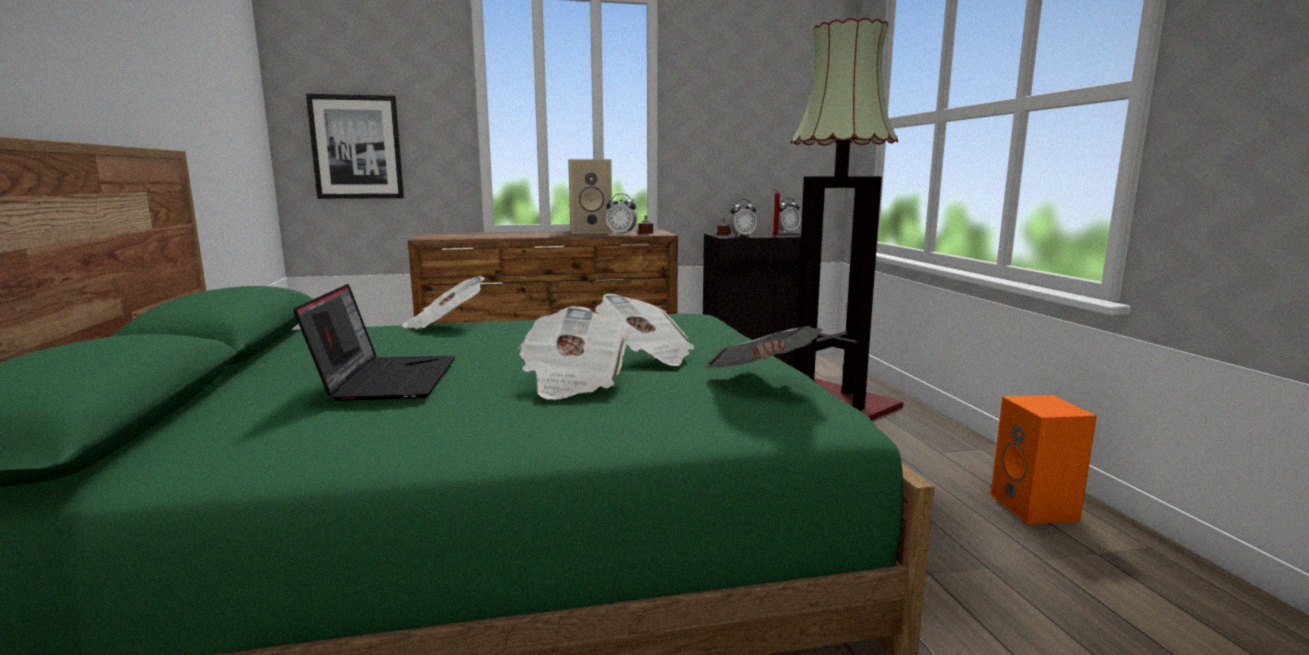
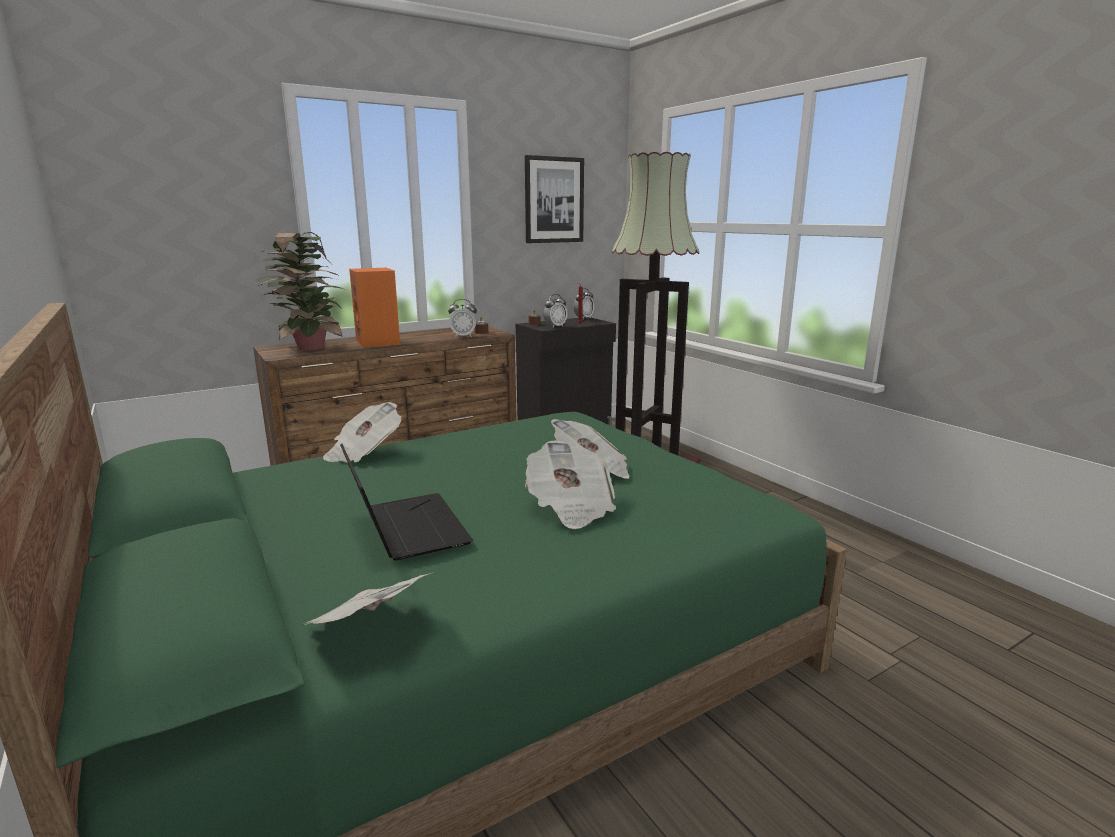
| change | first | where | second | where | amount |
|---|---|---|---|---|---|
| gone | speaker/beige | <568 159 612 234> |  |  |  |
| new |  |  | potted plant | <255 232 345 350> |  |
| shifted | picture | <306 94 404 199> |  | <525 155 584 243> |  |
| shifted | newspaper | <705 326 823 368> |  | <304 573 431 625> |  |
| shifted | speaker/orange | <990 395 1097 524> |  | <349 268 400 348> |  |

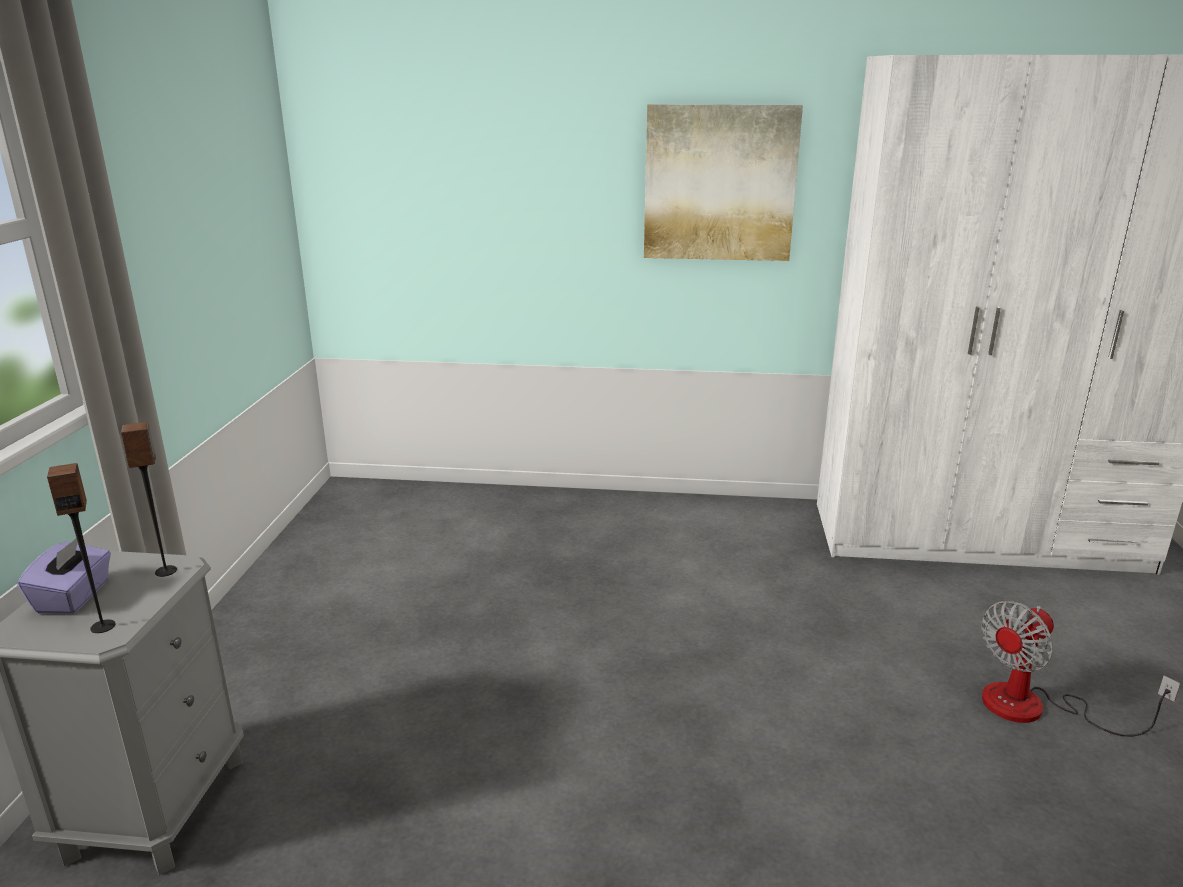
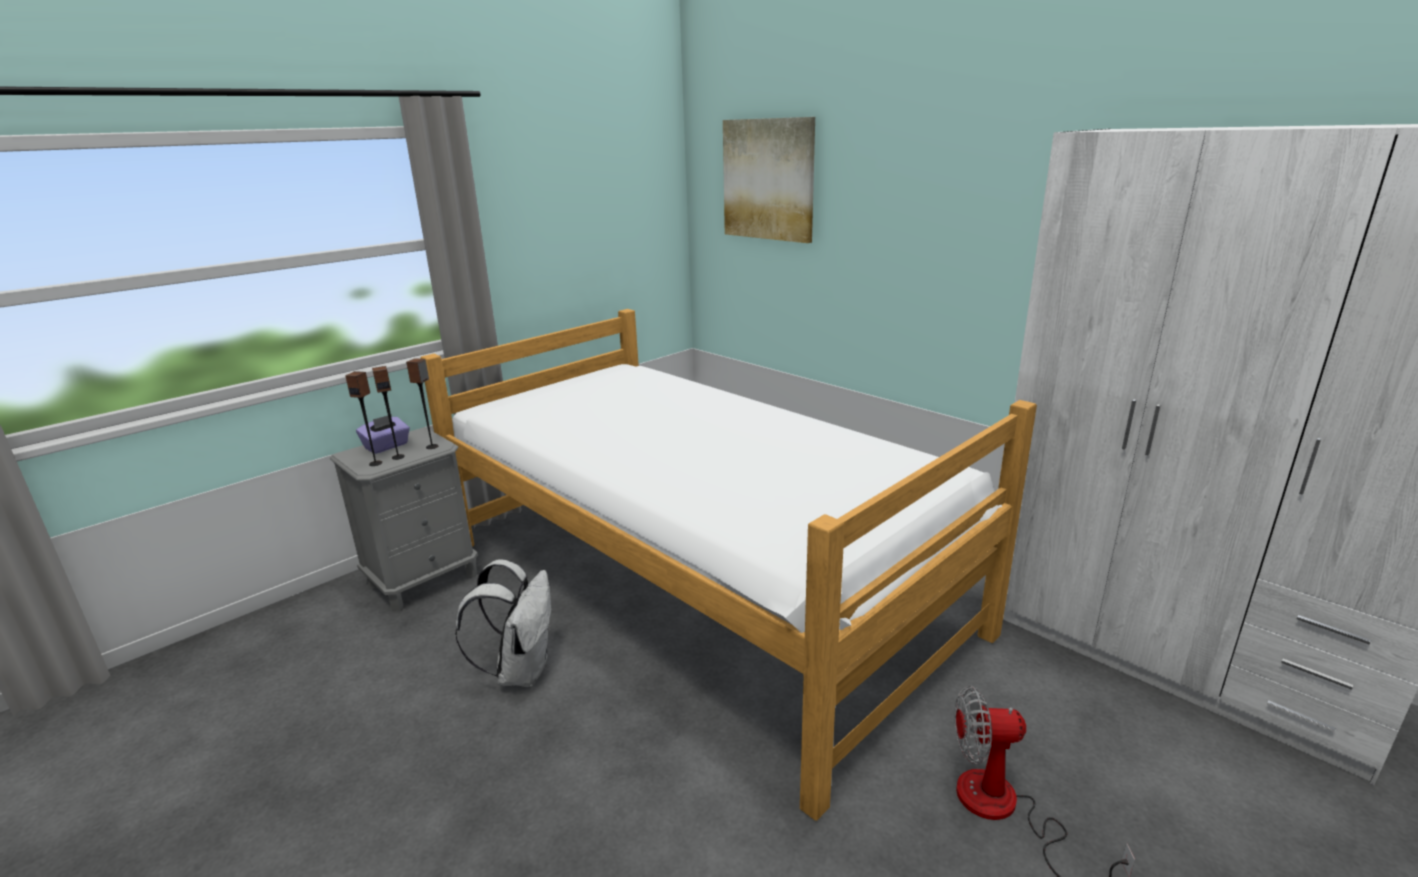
| change | first | where | second | where | amount |
|---|---|---|---|---|---|
| new |  |  | speaker | <372 366 405 460> |  |
| new |  |  | bed | <420 309 1037 821> |  |
| new |  |  | backpack/white | <455 559 551 687> |  |
| shifted | picture | <644 104 803 261> |  | <723 117 815 243> |  |

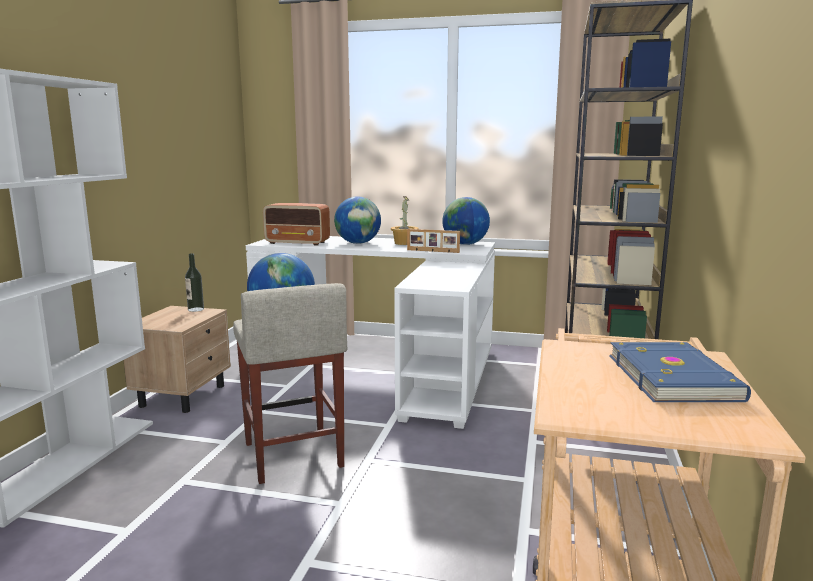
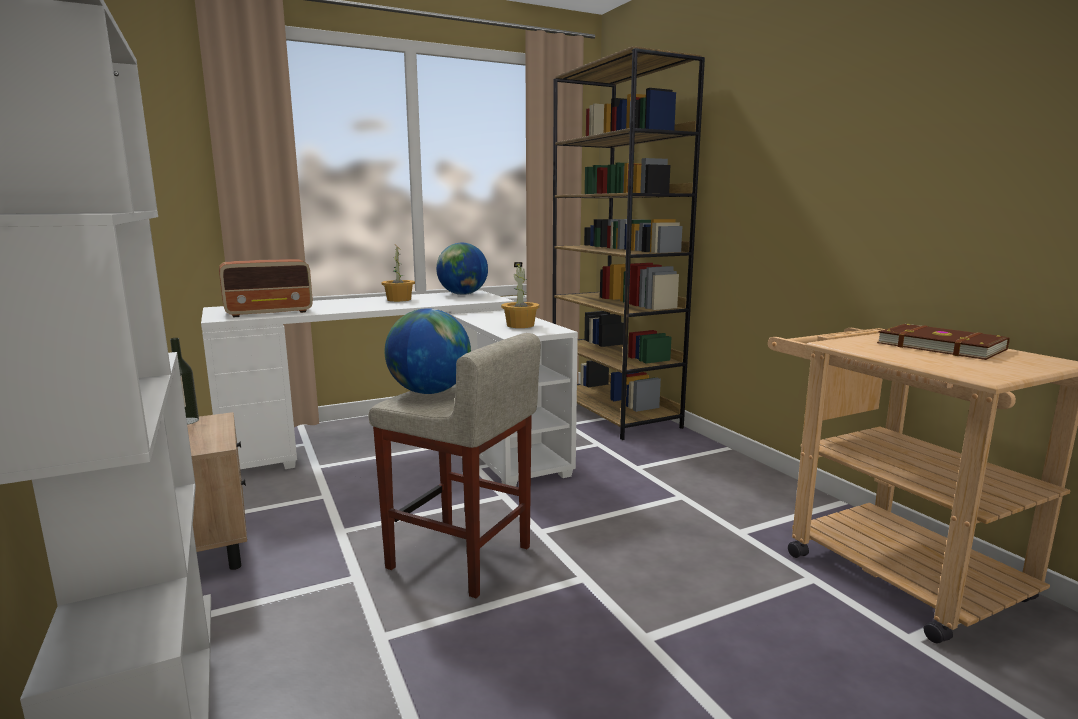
| change | first | where | second | where | amount |
|---|---|---|---|---|---|
| gone | globe | <334 196 381 244> |  |  |  |
| gone | picture frame | <407 229 460 253> |  |  |  |
| new |  |  | potted plant | <501 262 540 328> |  |
| repainted | book/blue | <609 342 751 402> | book/brown | <877 324 1010 360> |  |

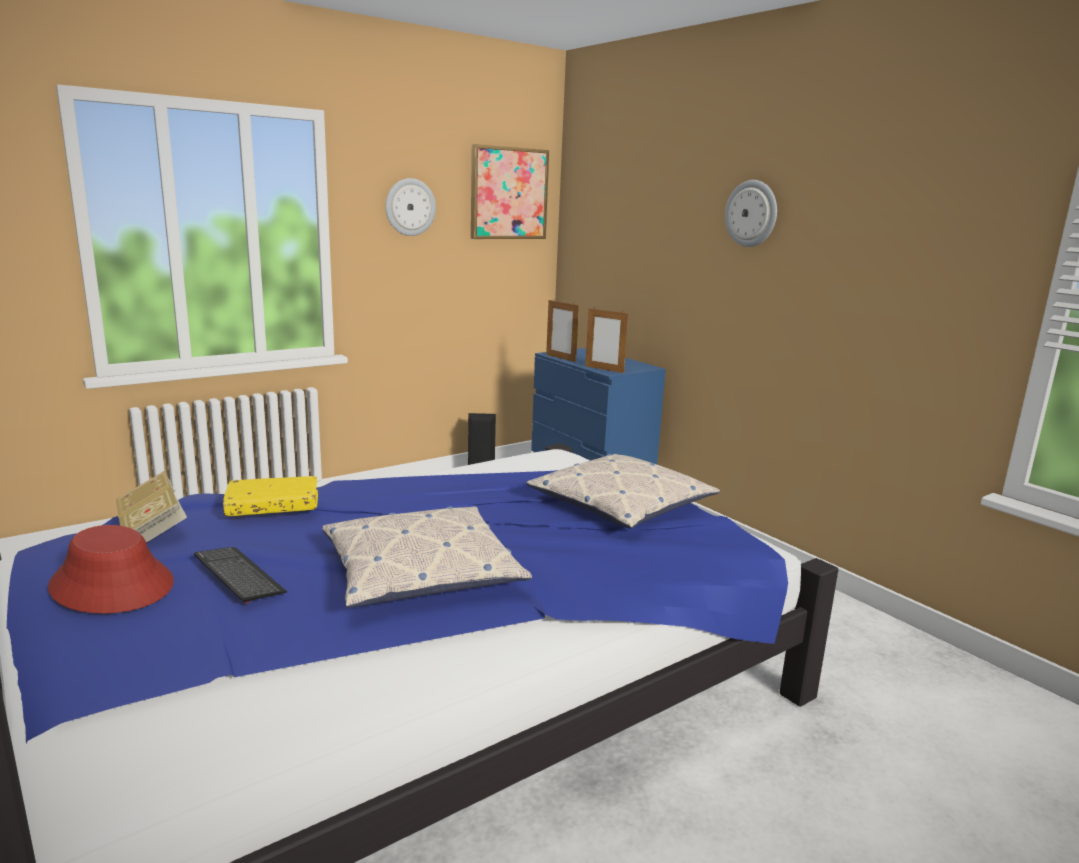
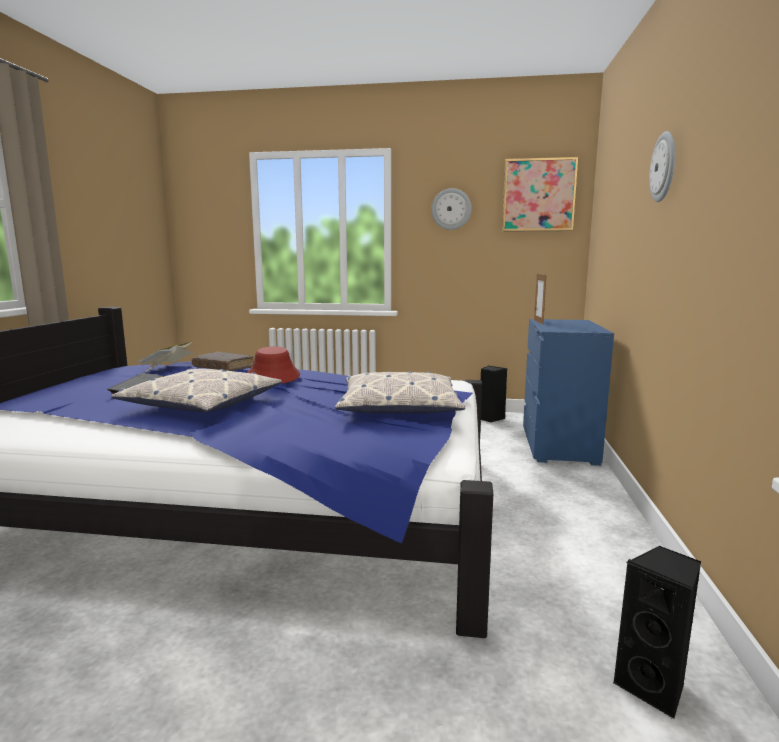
| change | first | where | second | where | amount |
|---|---|---|---|---|---|
| gone | picture frame | <585 307 628 373> |  |  |  |
| new |  |  | speaker/black | <613 545 701 719> |  |
| shifted | hat/red | <48 525 174 614> |  | <247 346 300 384> |  |
| repainted | book/yellow | <223 476 318 516> | book/brown | <192 352 254 371> |  |

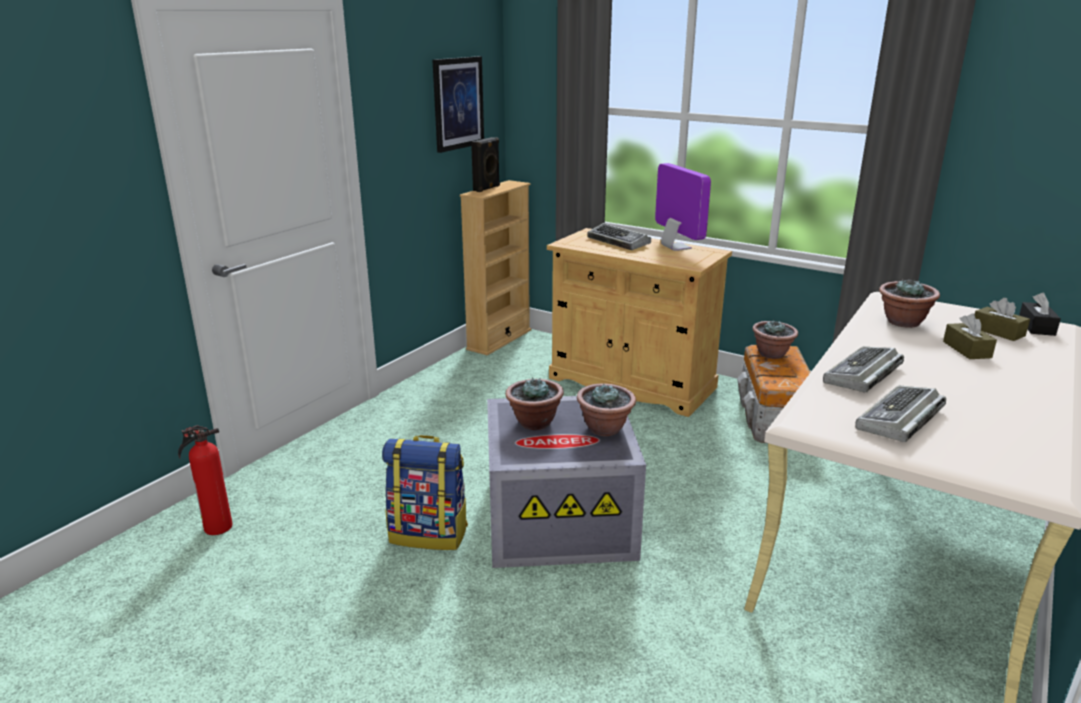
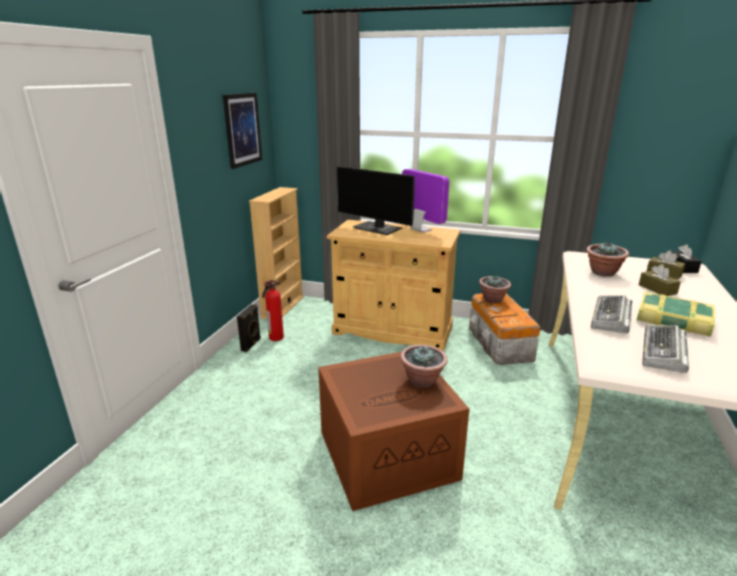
| change | first | where | second | where | amount |
|---|---|---|---|---|---|
| gone | backpack | <382 435 468 550> |  |  |  |
| gone | potted plant | <505 377 564 430> |  |  |  |
| new |  |  | book | <637 292 715 337> |  |
| shifted | fire extinguisher | <178 425 233 535> |  | <262 280 284 341> |  |
| shifted | speaker/black | <471 137 500 192> |  | <237 305 261 352> |  |
| swapped | keyboard | <587 223 651 250> | monitor | <337 166 415 235> |  |
| repainted | storage box/grey | <487 396 646 568> | storage box/brown | <318 352 469 511> |  |

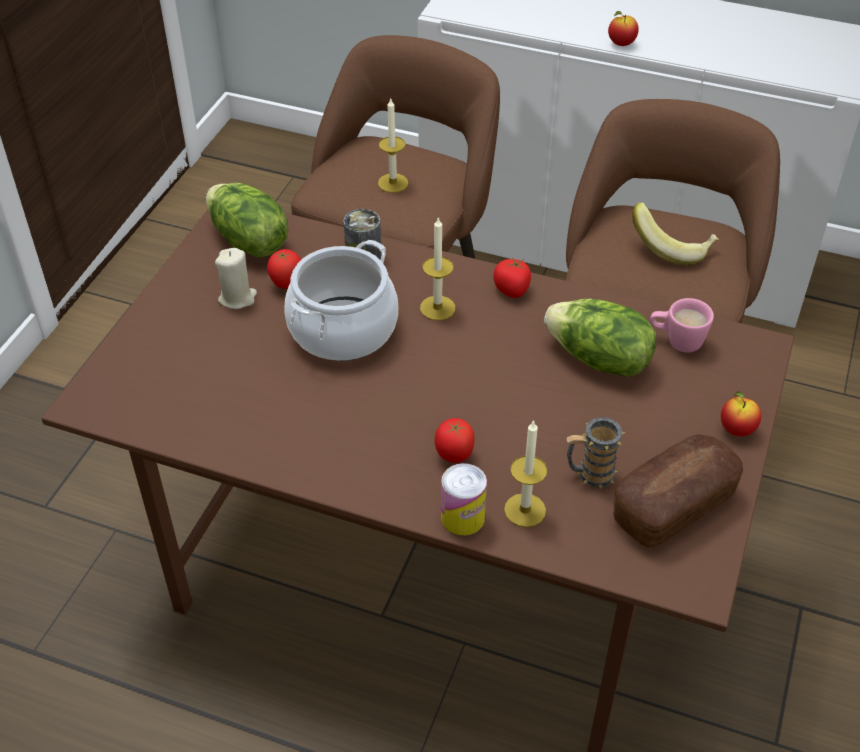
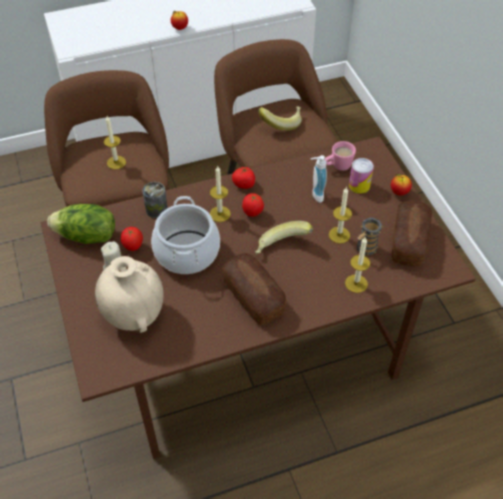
| change | first | where | second | where | amount |
|---|---|---|---|---|---|
| new |  |  | vase/beige | <95 256 164 333> |  |
| new |  |  | bread | <222 253 286 325> |  |
| new |  |  | banana | <255 221 313 254> |  |
| new |  |  | candle | <329 187 352 244> |  |
| shifted | tomato | <434 418 475 463> |  | <242 193 264 217> |  |
| shifted | can | <441 463 487 536> |  | <349 158 374 194> |  |
| swapped | lettuce | <544 299 656 377> | soap dispenser | <311 155 327 203> |  |

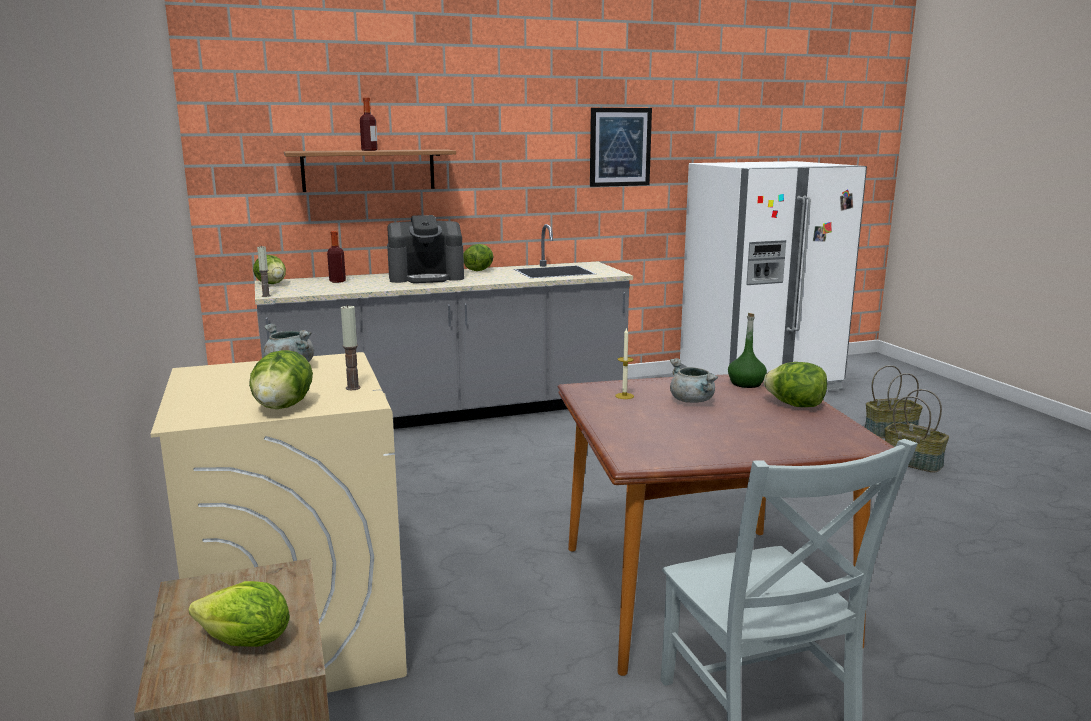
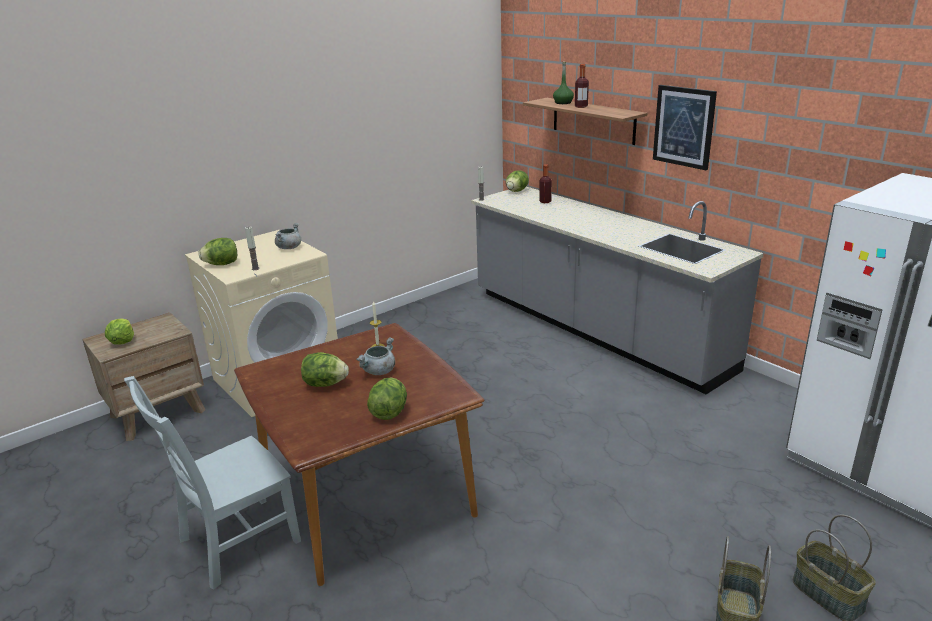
| change | first | where | second | where | amount |
|---|---|---|---|---|---|
| gone | coffee machine | <387 215 464 283> |  |  |  |
| shifted | lettuce | <464 244 493 271> |  | <301 352 349 387> |  |
| shifted | picture | <590 108 652 187> |  | <653 85 717 170> |  |
| shifted | bottle/green | <728 313 767 388> |  | <553 62 574 104> |  |

